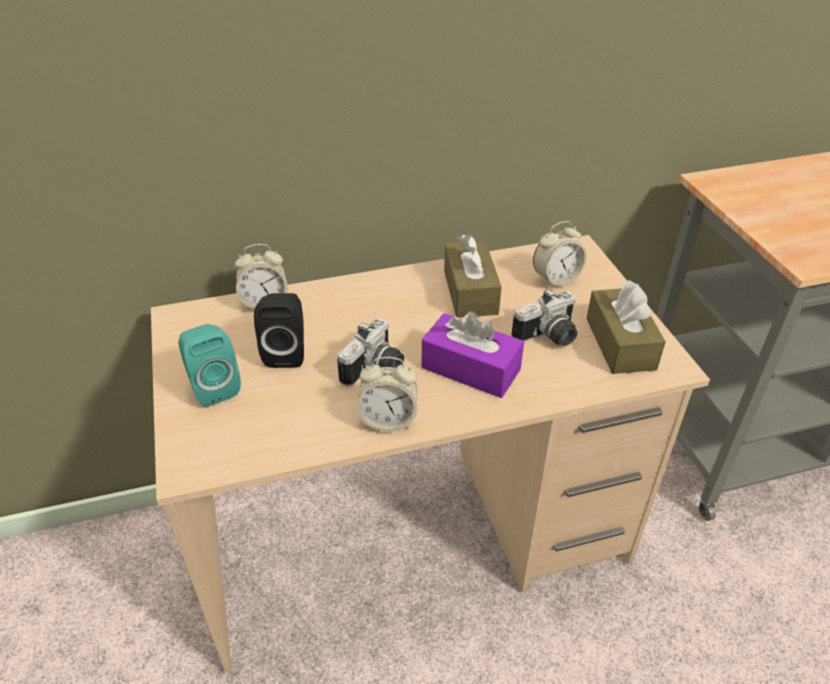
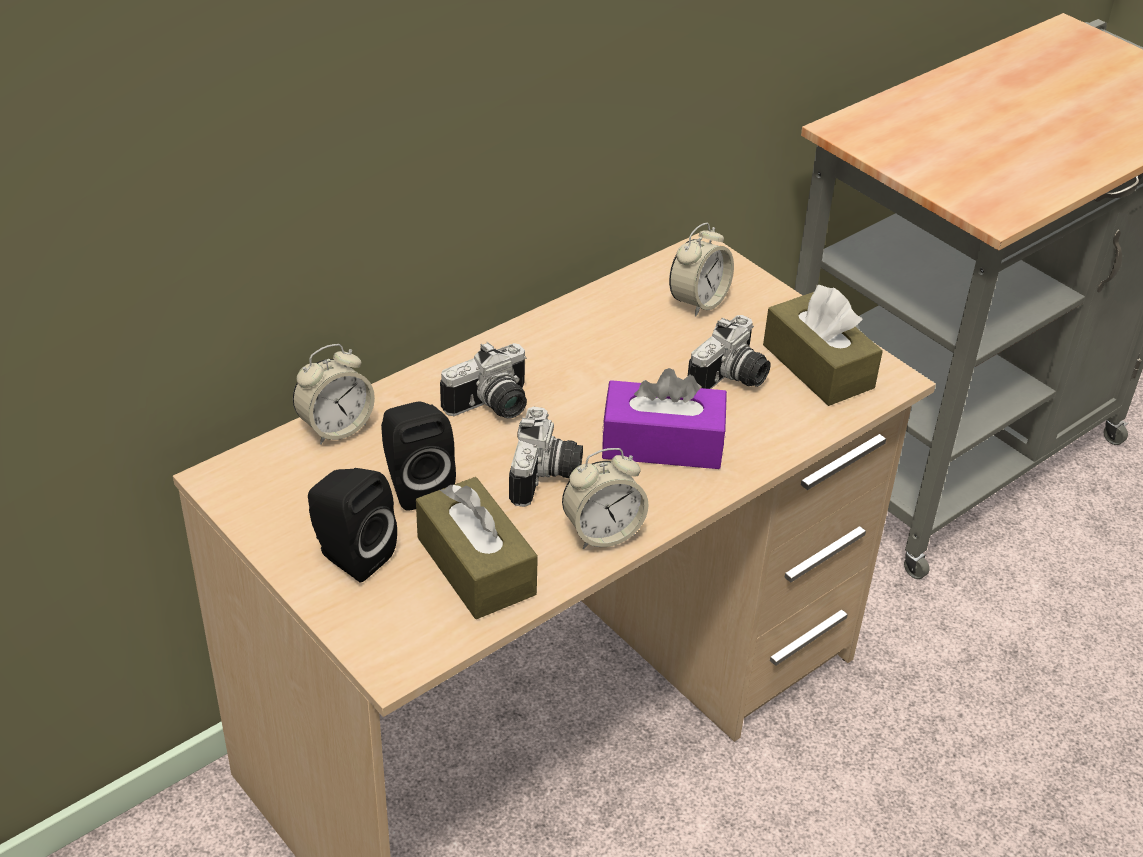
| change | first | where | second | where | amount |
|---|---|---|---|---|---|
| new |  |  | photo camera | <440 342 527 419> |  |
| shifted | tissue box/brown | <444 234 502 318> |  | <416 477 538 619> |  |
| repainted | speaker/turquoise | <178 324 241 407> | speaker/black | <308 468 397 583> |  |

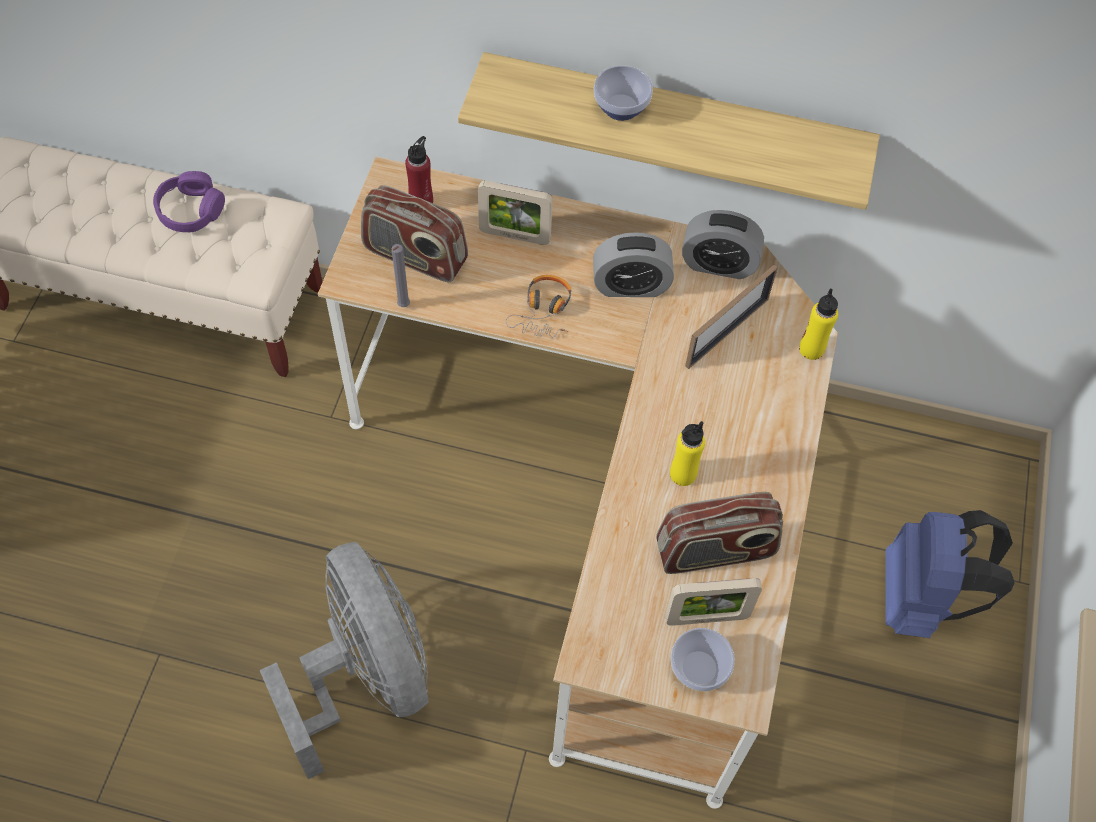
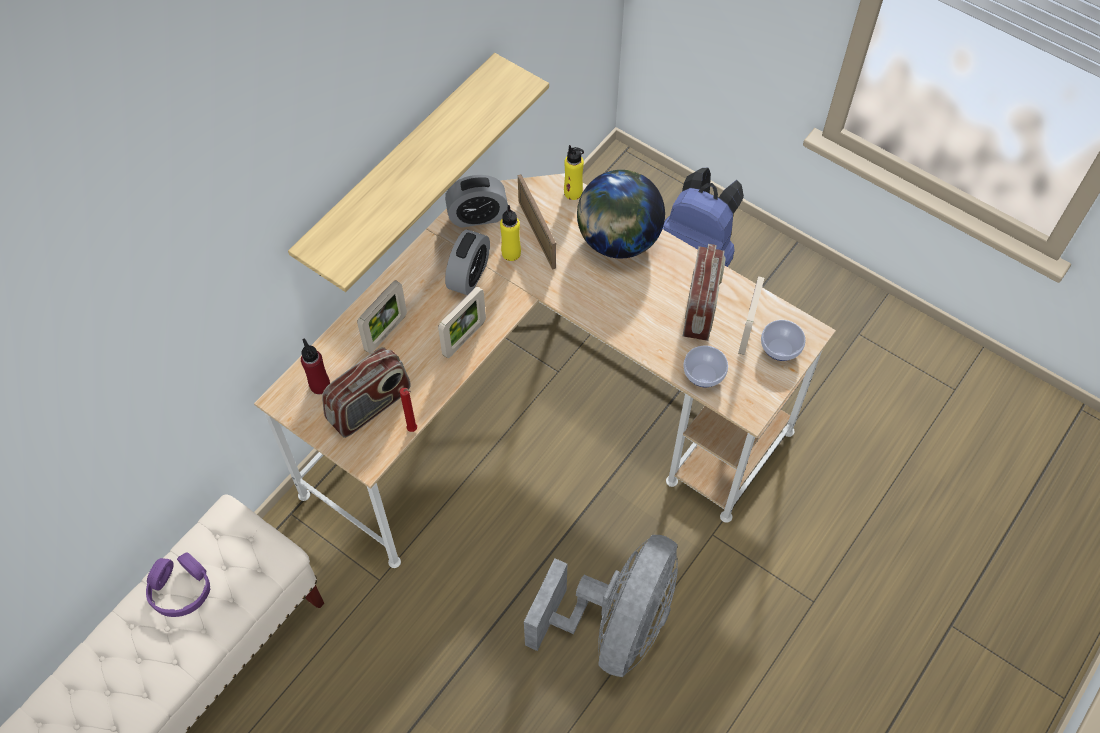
| change | first | where | second | where | amount |
|---|---|---|---|---|---|
| new |  |  | globe | <577 170 665 258> |  |
| shifted | bowl | <594 65 653 121> |  | <683 346 728 387> |  |
| shifted | bottle/yellow | <670 421 705 486> |  | <500 205 521 261> |  |
| swapped | headphones | <506 275 572 337> | picture frame | <438 286 486 358> |  |
| repainted | candle/grey | <392 244 410 307> | candle/red | <400 388 417 432> |  |
| rotated | fan/grey | <260 542 428 779> |  | <524 535 678 677> | 120 degrees clockwise |
| rotated | alarm clock | <682 210 764 279> |  | <445 175 508 228> | 45 degrees clockwise |

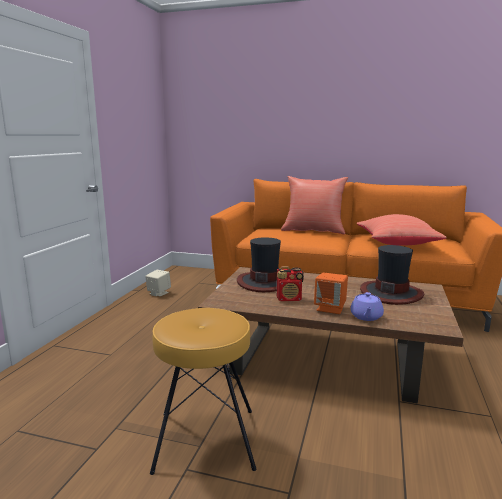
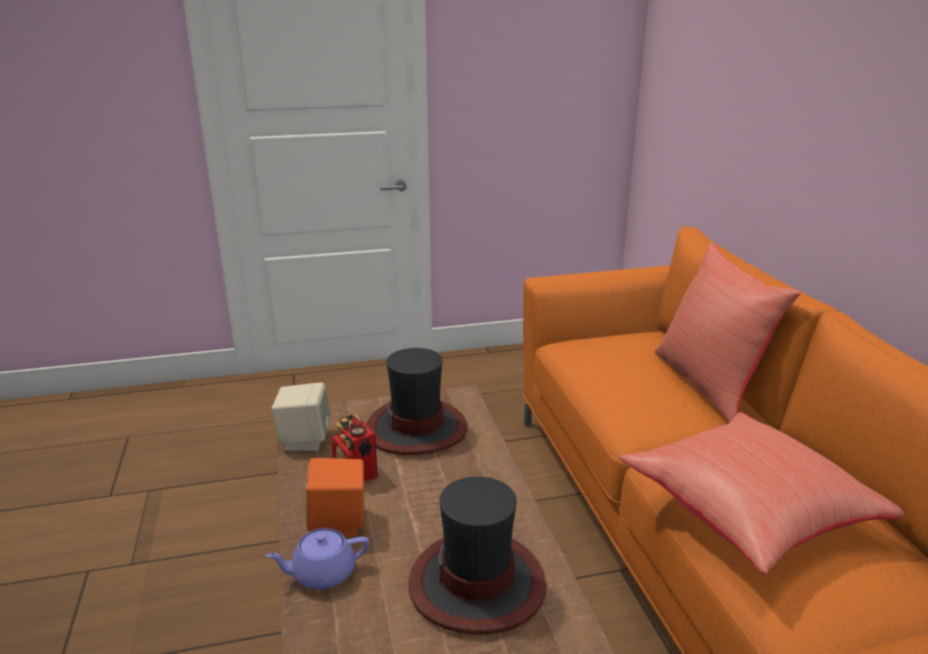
| change | first | where | second | where | amount |
|---|---|---|---|---|---|
| gone | stool/brown | <150 308 257 475> |  |  |  |
| shifted | speaker/beige | <145 270 171 296> |  | <272 383 331 451> |  |

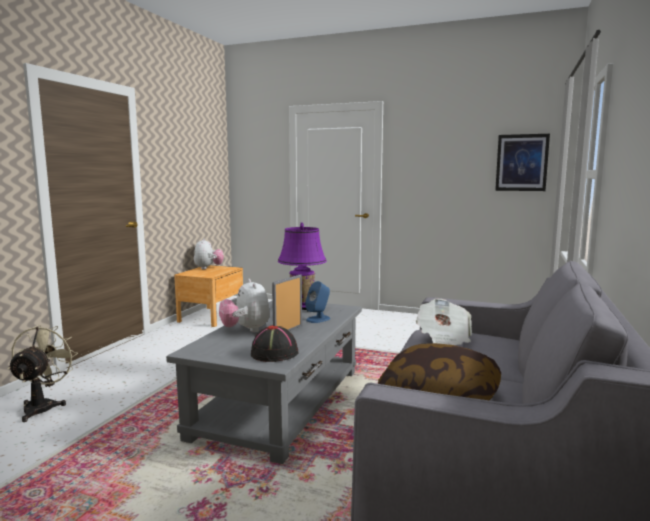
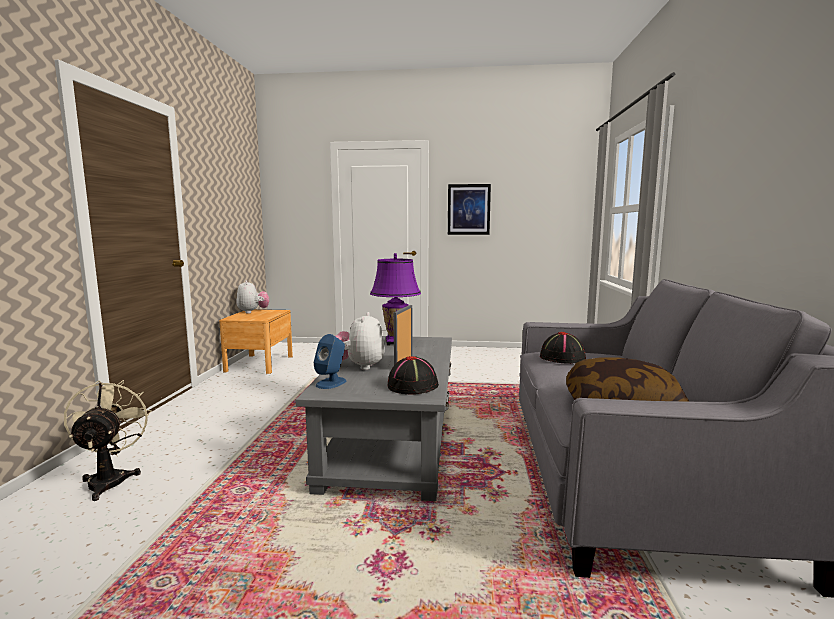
| change | first | where | second | where | amount |
|---|---|---|---|---|---|
| shifted | speaker/blue | <305 281 330 323> |  | <314 334 347 389> |  |
| shifted | picture | <495 134 550 191> |  | <448 184 491 235> |  |
| swapped | newspaper | <416 299 472 345> | hat/black | <540 332 586 364> |  |
| rotated | plush toy | <219 279 270 332> |  | <335 312 385 370> | 45 degrees clockwise |

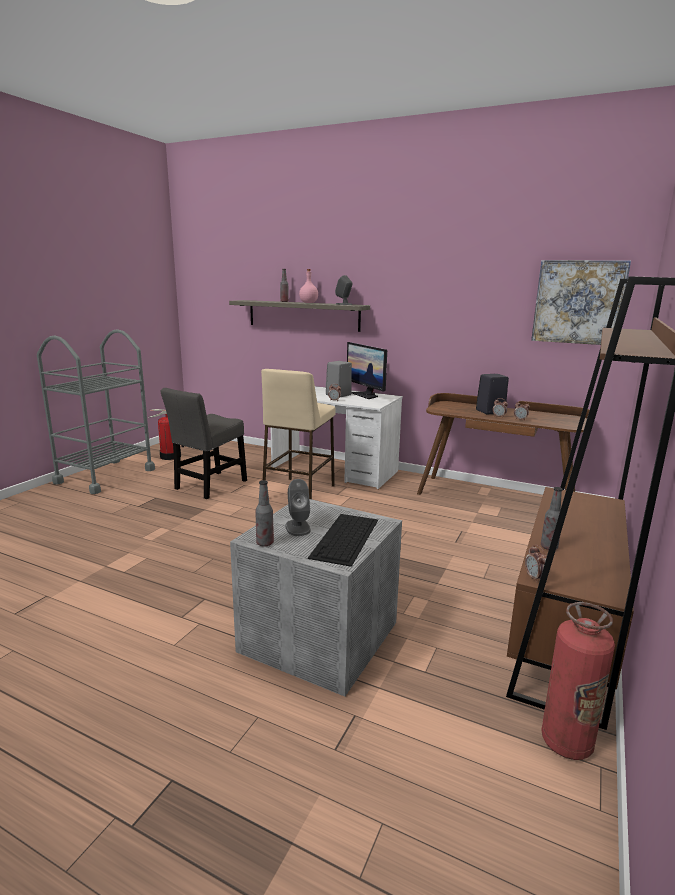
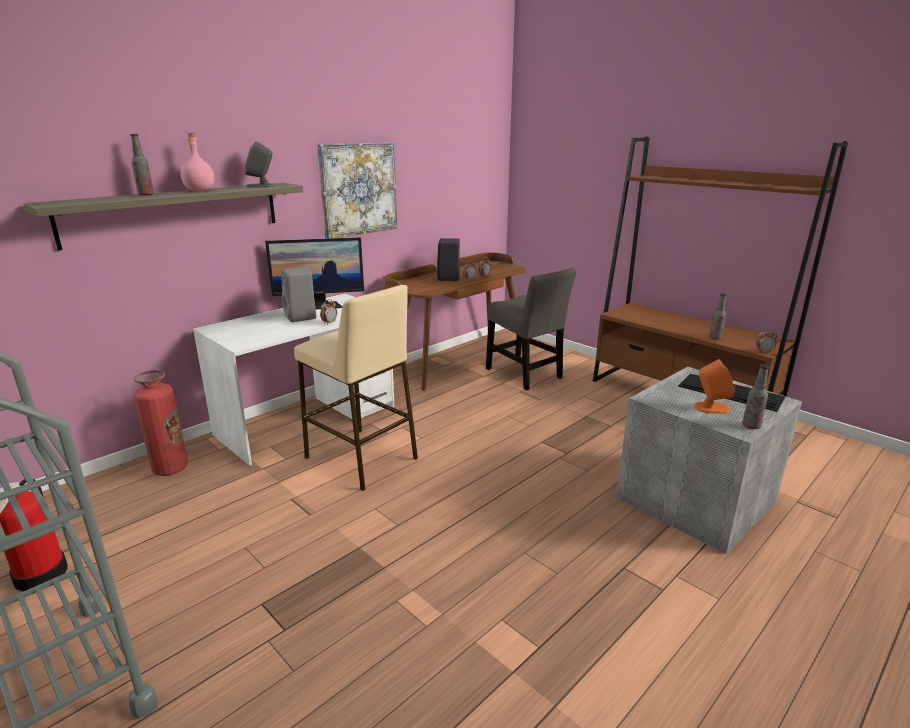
| change | first | where | second | where | amount |
|---|---|---|---|---|---|
| shifted | chair/grey | <161 388 247 499> |  | <486 268 576 391> |  |
| shifted | picture | <531 260 631 345> |  | <317 142 397 239> |  |
| shifted | fire extinguisher | <542 602 615 760> |  | <134 370 188 476> |  |
| repainted | speaker/grey | <285 479 311 536> | speaker/orange | <694 359 735 414> |  |

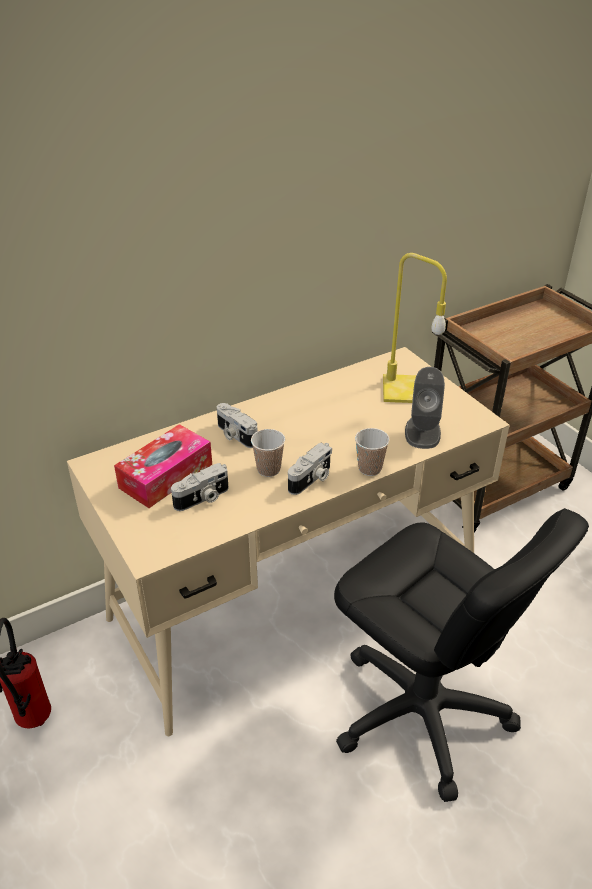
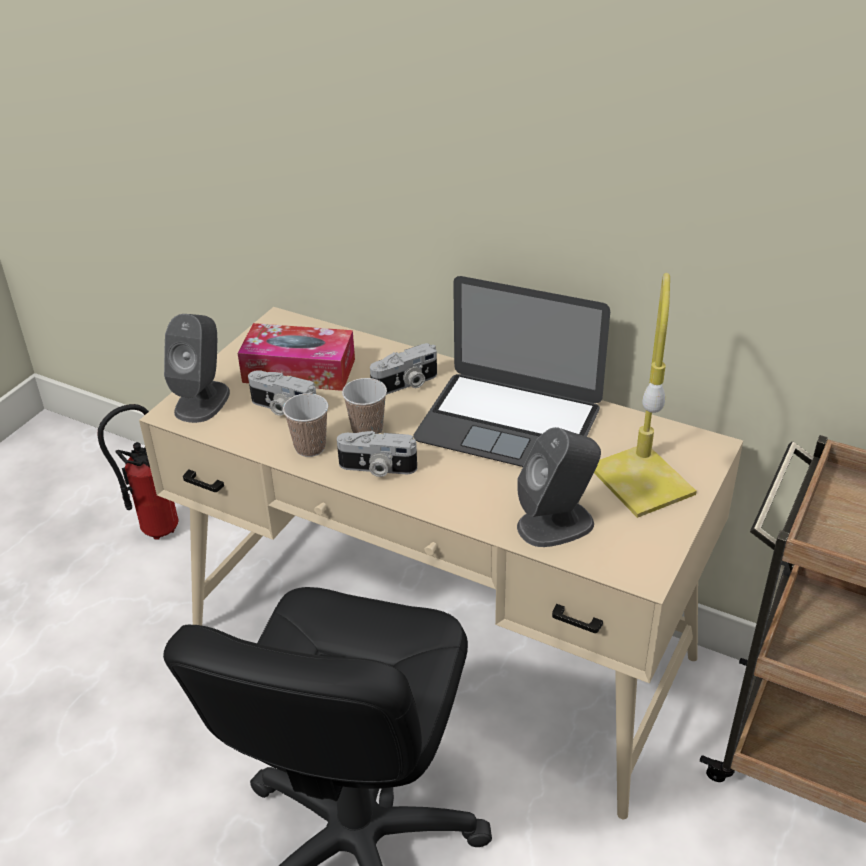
| change | first | where | second | where | amount |
|---|---|---|---|---|---|
| new |  |  | speaker/grey | <164 314 230 423> |  |
| new |  |  | laptop | <413 276 610 467> |  |
| shifted | cup | <355 428 390 476> |  | <283 393 328 457> |  |
| rotated | photo camera | <217 403 258 448> |  | <370 343 437 395> | 135 degrees counterclockwise |

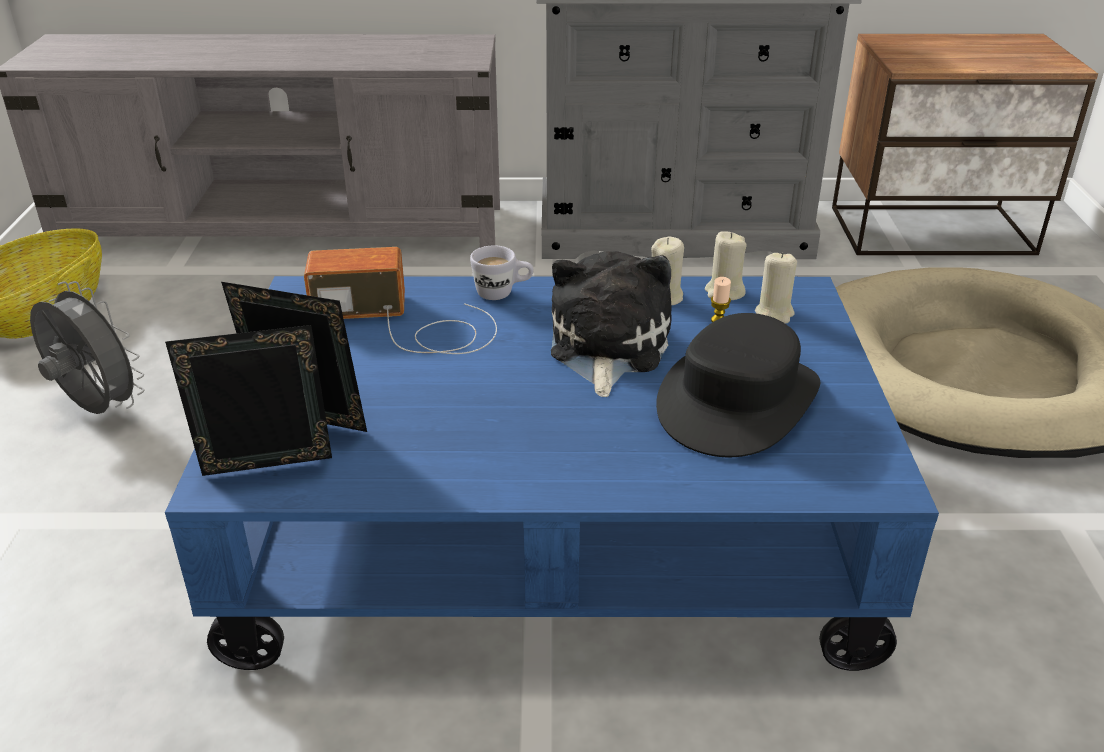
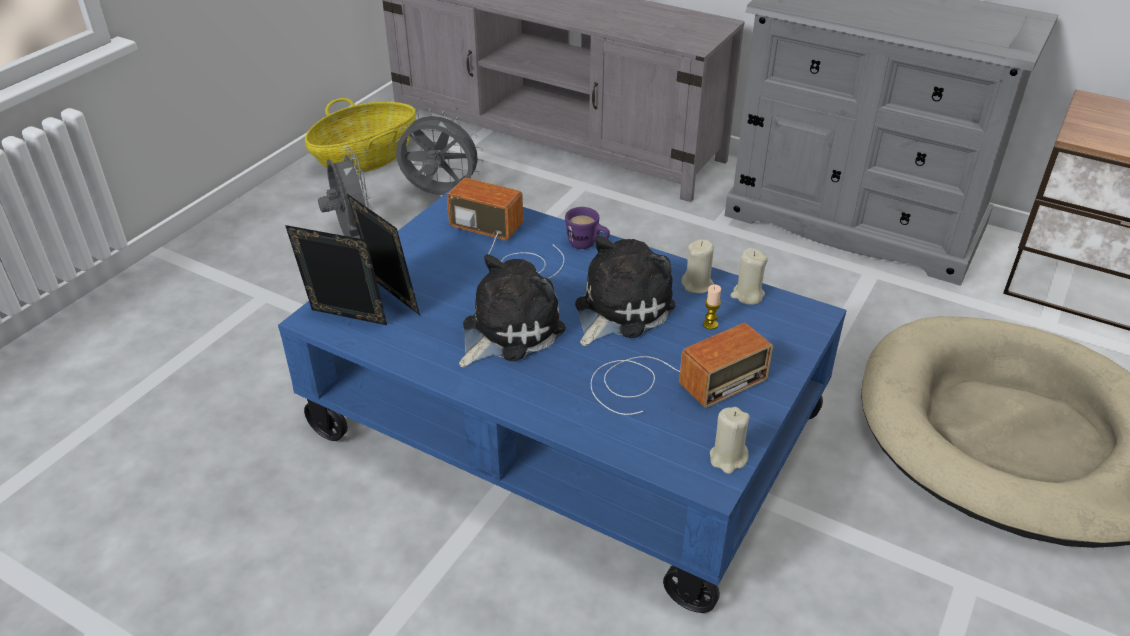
| change | first | where | second | where | amount |
|---|---|---|---|---|---|
| new |  |  | fan/grey | <396 109 484 195> |  |
| new |  |  | plush toy | <459 254 566 368> |  |
| shifted | candle/beige | <755 252 797 324> |  | <710 407 750 474> |  |
| swapped | hat/black | <656 313 820 457> | radio | <591 323 773 415> |  |
| repainted | mug/white | <470 245 534 300> | mug/purple | <565 207 610 249> |  |

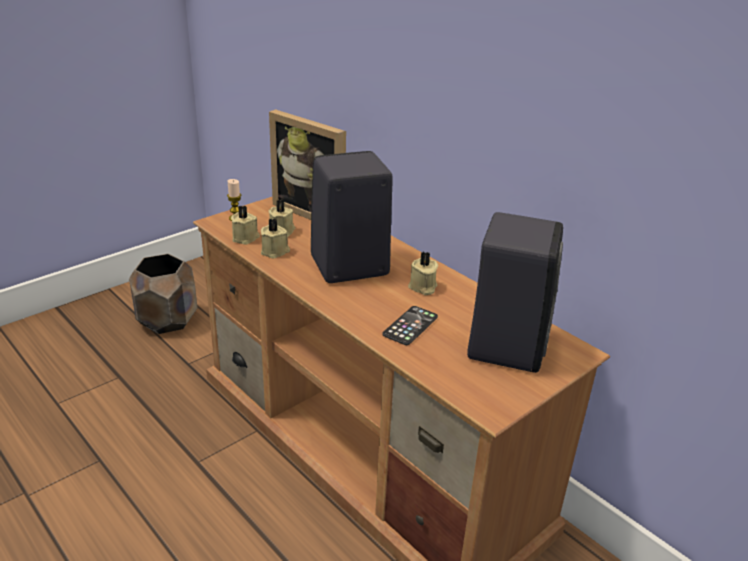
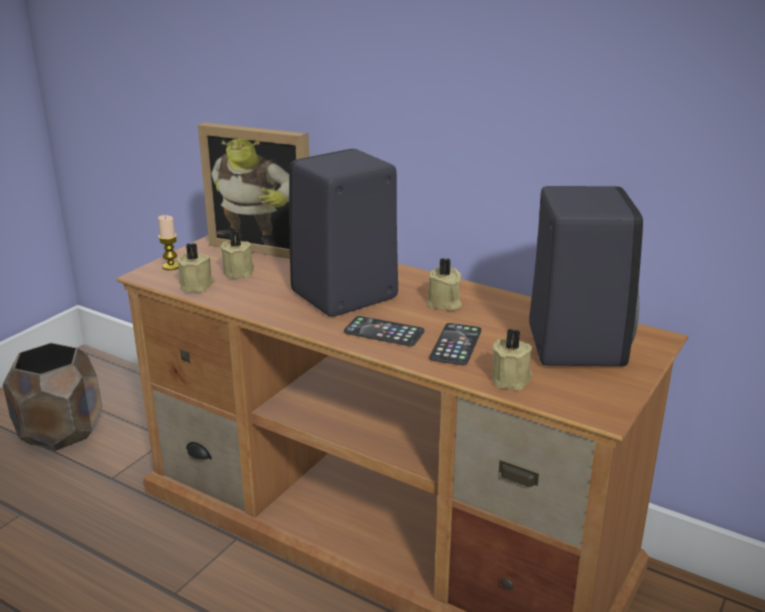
| change | first | where | second | where | amount |
|---|---|---|---|---|---|
| new |  |  | phone | <344 316 424 346> |  |
| shifted | candle/beige | <261 218 290 259> |  | <492 329 533 390> |  |

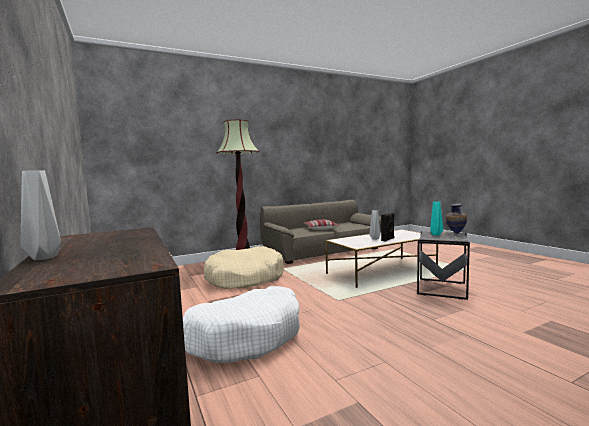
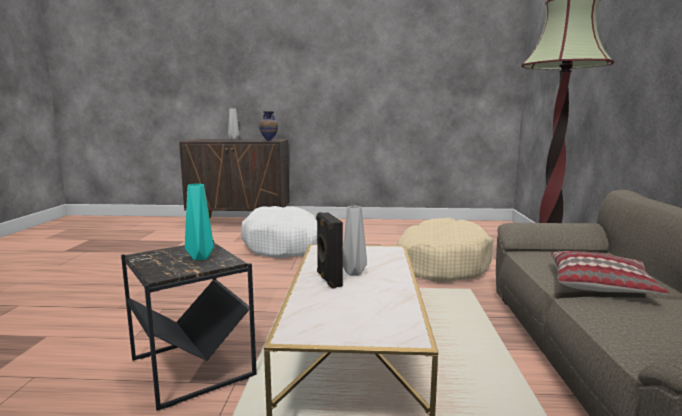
| change | first | where | second | where | amount |
|---|---|---|---|---|---|
| shifted | vase | <446 204 467 234> |  | <259 111 278 141> |  |

